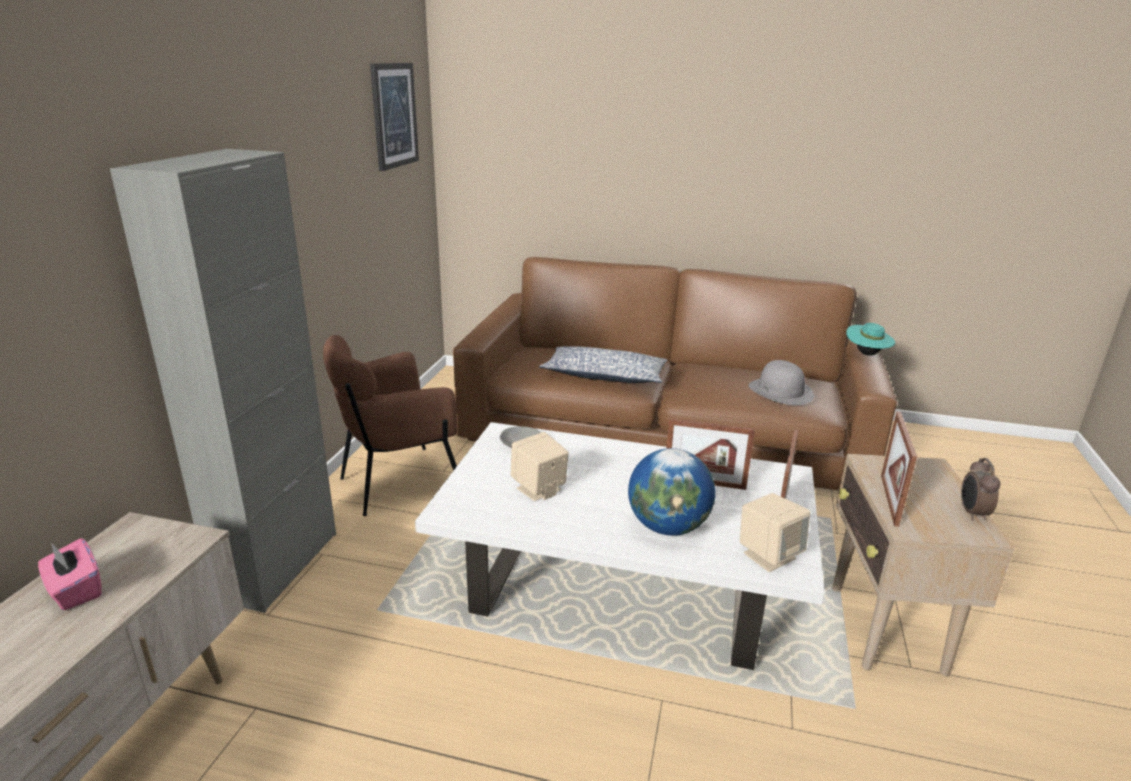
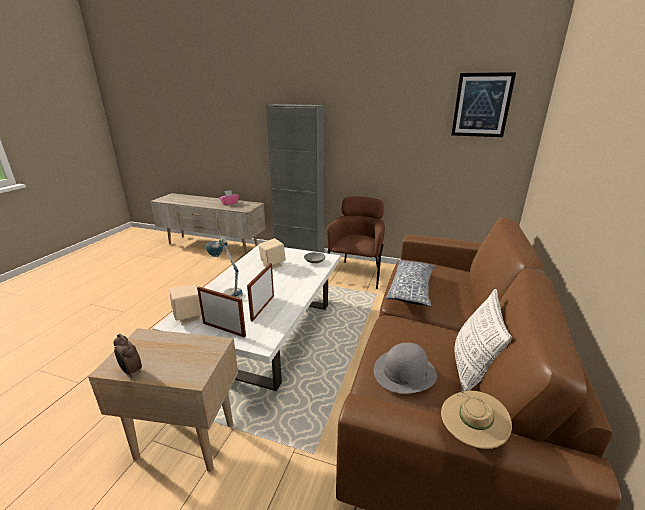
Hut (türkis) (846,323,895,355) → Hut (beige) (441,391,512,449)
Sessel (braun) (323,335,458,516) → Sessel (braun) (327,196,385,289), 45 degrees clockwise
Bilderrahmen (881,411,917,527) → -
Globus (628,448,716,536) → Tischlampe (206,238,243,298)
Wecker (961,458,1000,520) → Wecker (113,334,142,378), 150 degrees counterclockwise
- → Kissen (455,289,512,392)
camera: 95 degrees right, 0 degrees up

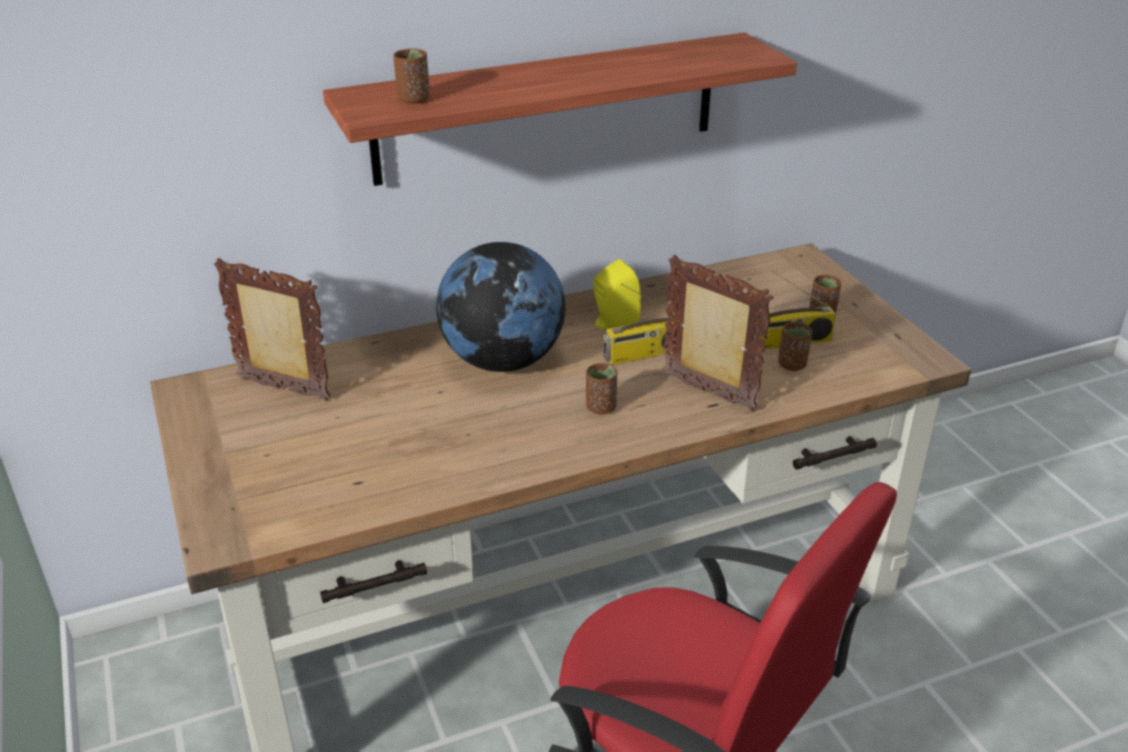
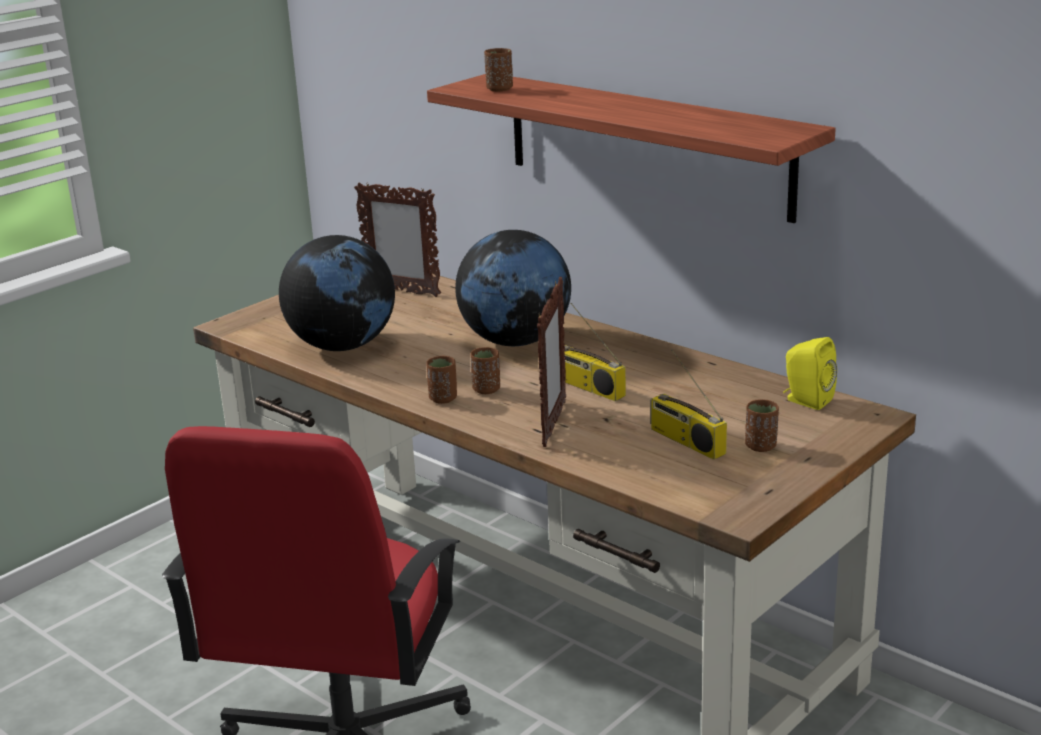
Bilderrahmen (214,258,331,401) → Bilderrahmen (354,182,441,297), 120 degrees clockwise
Lautsprecher (gelb) (593,259,641,330) → Lautsprecher (gelb) (783,337,837,410), shifted
Tasse (braun) (778,322,812,371) → Tasse (braun) (426,356,457,404), shifted
- → Globus (279,235,395,351)
camera: 65 degrees right, 10 degrees down

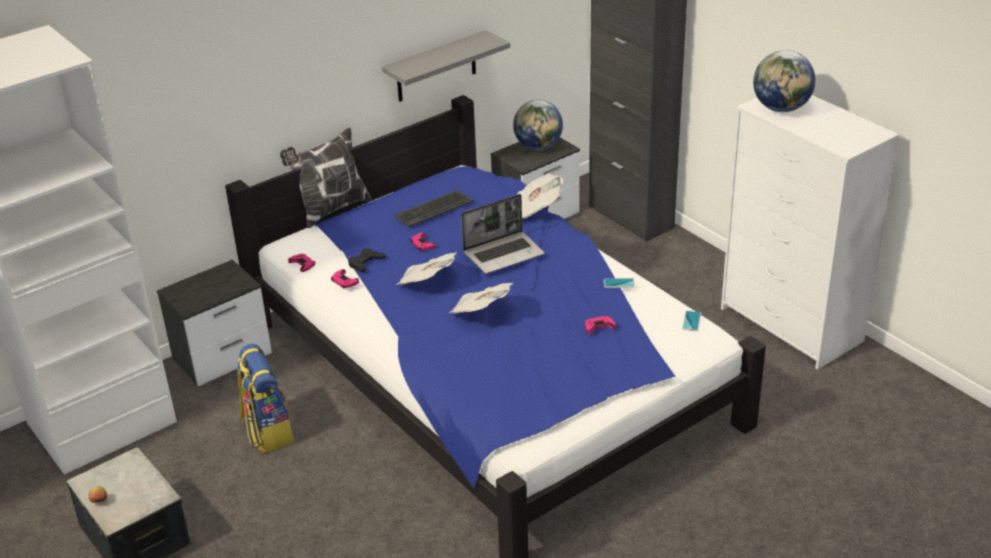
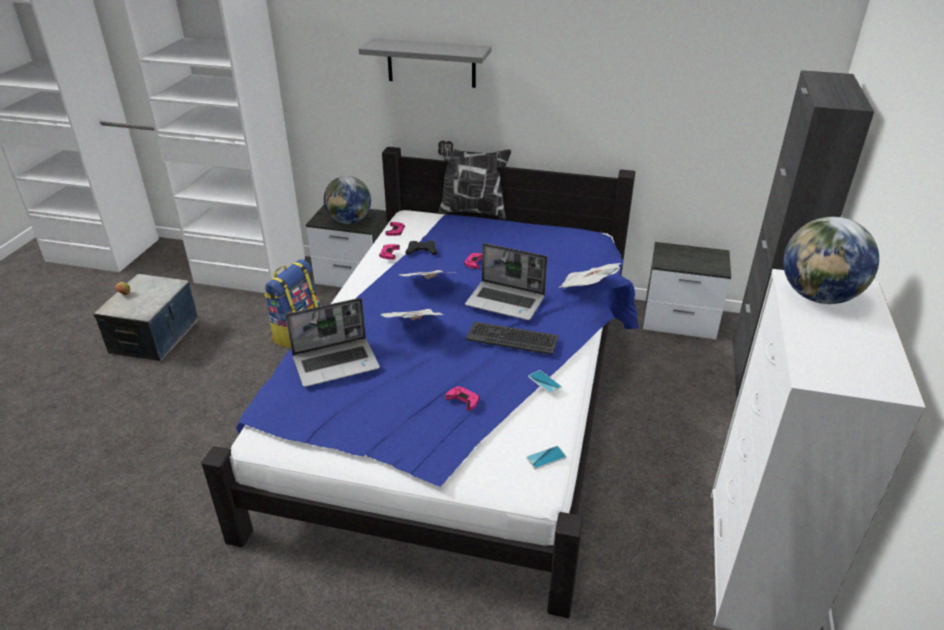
Wandregal (grau) (382,30,510,102) → Wandregal (grau) (358,38,491,88), shifted
Globus (513,100,563,150) → Globus (324,176,371,224), shifted
Tastatur (394,190,474,227) → Tastatur (465,321,559,355), shifted
- → Laptop (286,298,380,387)
camera: 50 degrees right, 0 degrees up

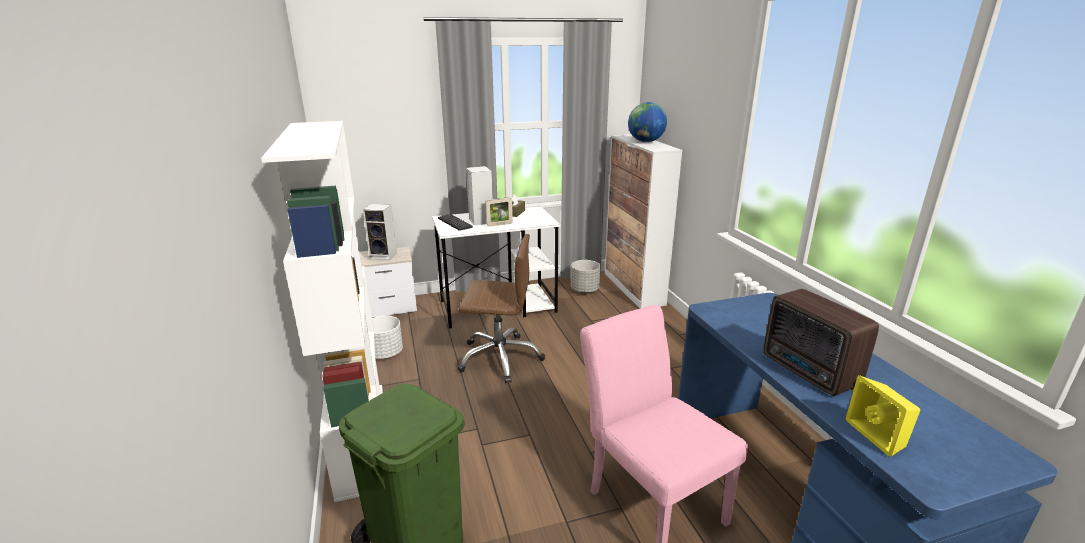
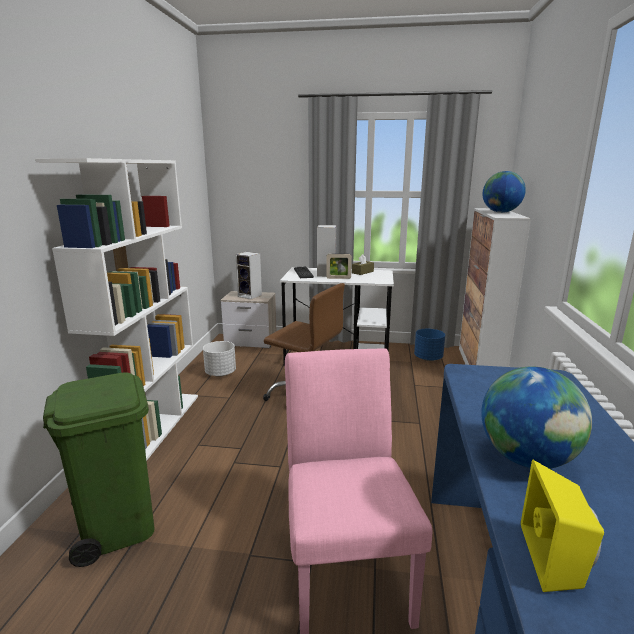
Pflanzkübel (grau) (571,260,600,293) → Pflanzkübel (blau) (414,329,445,361)
Radio (763,289,879,396) → Globus (481,366,592,469)
camera: 25 degrees right, 5 degrees down

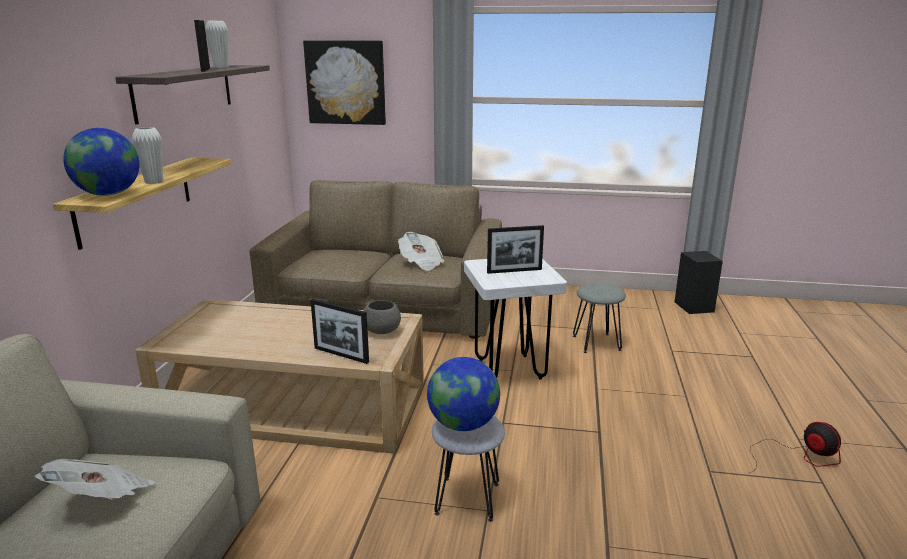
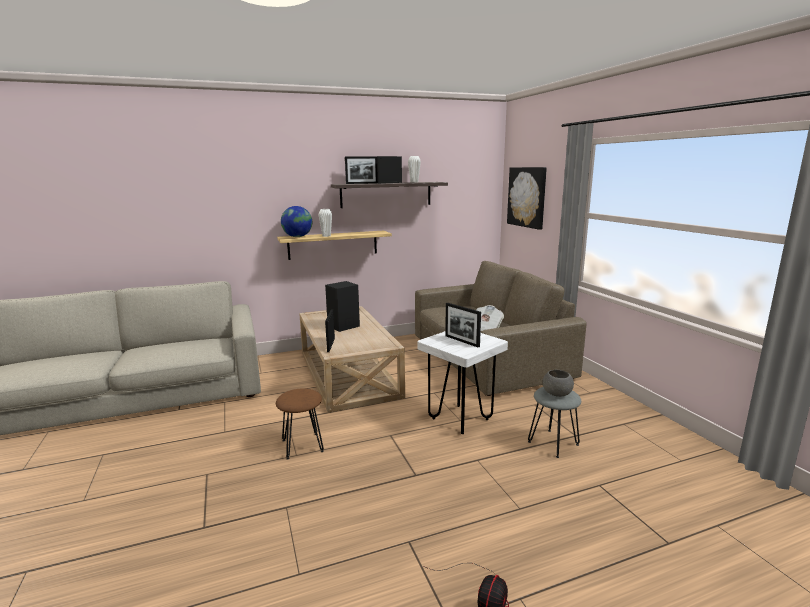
Lautsprecher (schwarz) (674,251,723,314) → Lautsprecher (schwarz) (325,281,360,332), shifted
Schüssel (grau) (363,300,401,334) → Schüssel (grau) (542,370,574,397), shifted
Globus (427,357,500,431) → -
Hocker (grau) (432,416,505,522) → Hocker (braun) (276,388,324,460)
Zeitung (35,459,155,499) → -
- → Bilderrahmen (345,156,378,184)
camera: 60 degrees right, 5 degrees down

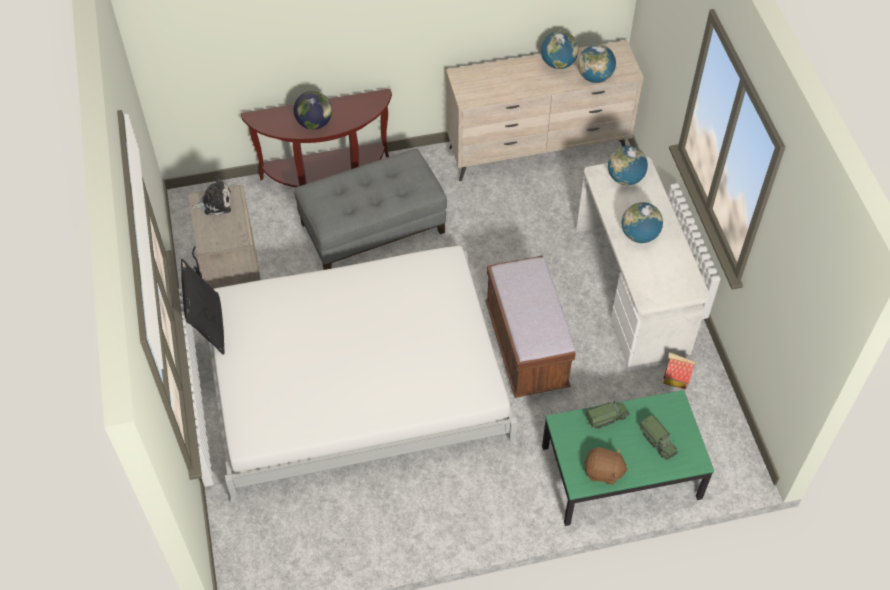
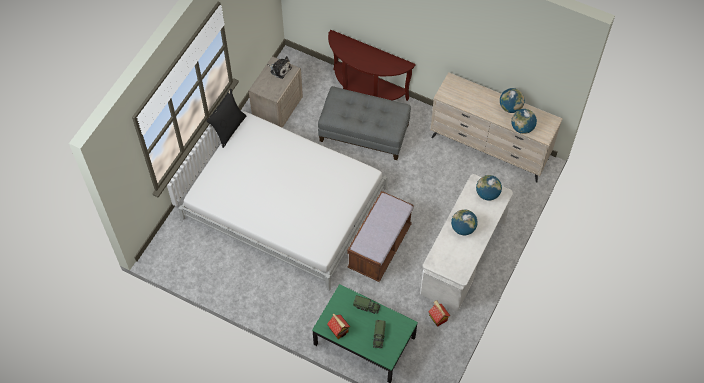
Globus (294,91,332,130) → -
Plüschtier (braun) (584,447,628,485) → Spielzeughaus (327,313,350,339)
camera: 40 degrees right, 5 degrees up

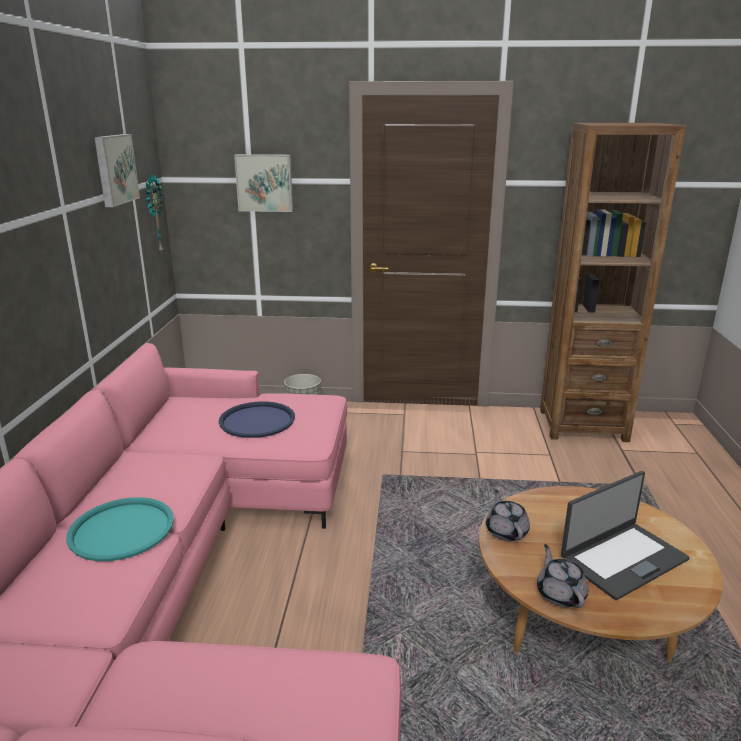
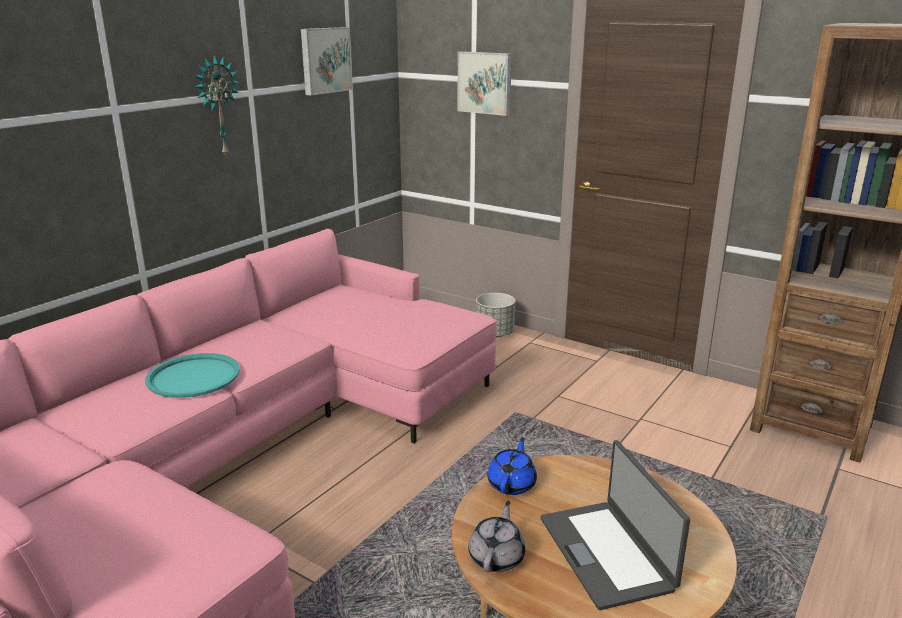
Wanduhr (145,173,164,254) → Wanduhr (194,55,239,156), shifted
Tablett (blau) (219,402,295,438) → -
Laptop (561,471,690,600) → Laptop (541,440,690,610), 75 degrees clockwise
Teekanne (grau) (486,490,530,541) → Teekanne (blau) (487,437,537,495)
camera: 30 degrees right, 0 degrees up

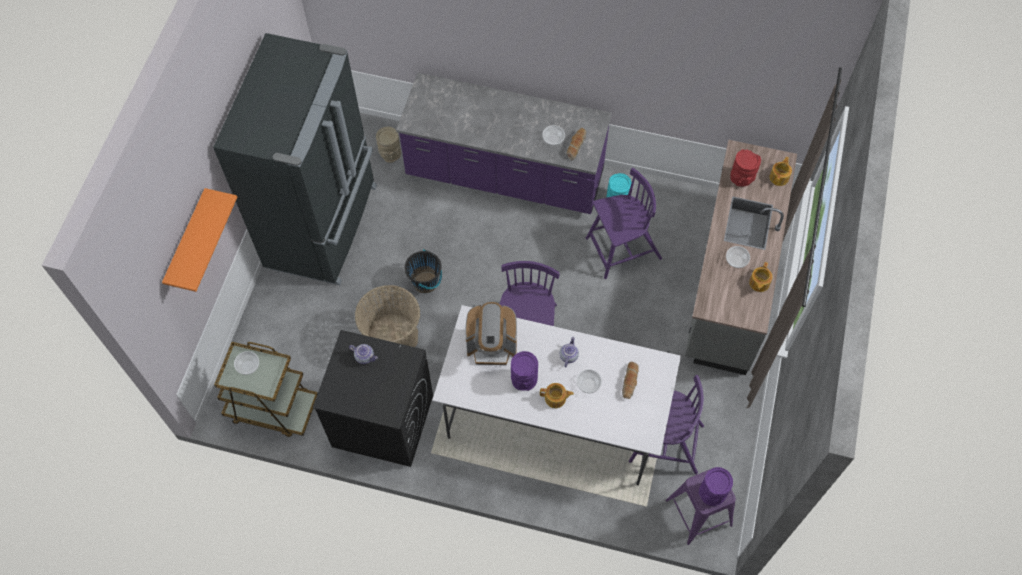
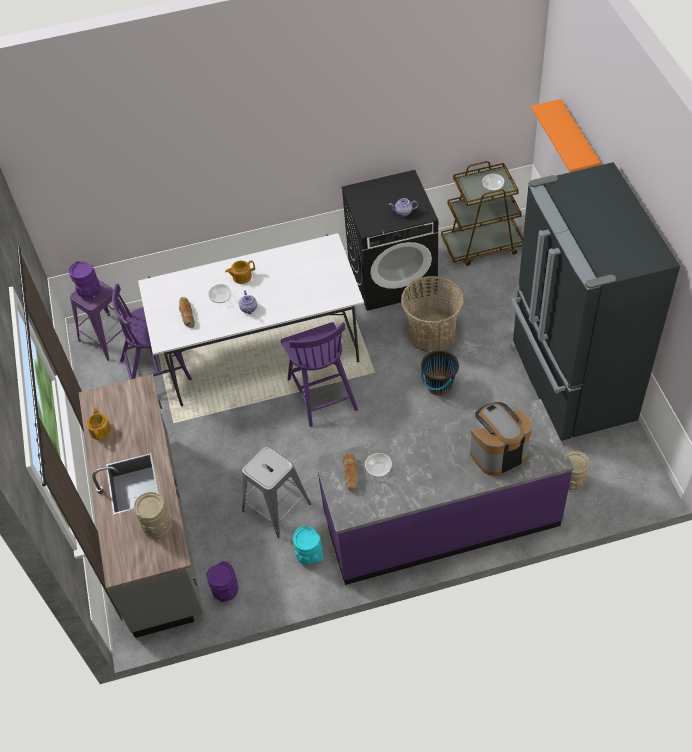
Vase (rot) (730,149,761,187) → Vase (beige) (134,492,172,539)
Teekanne (769,157,792,186) → -
Stuhl (lila) (586,168,662,279) → Hocker (grau) (242,446,311,538)
Schüssel (726,246,750,268) → -
Kaffeemaschine (465,302,517,365) → Kaffeemaschine (470,402,532,476), shifted
Vase (lila) (511,351,538,391) → Vase (lila) (206,561,238,602), shifted
camera: 155 degrees right, 10 degrees down

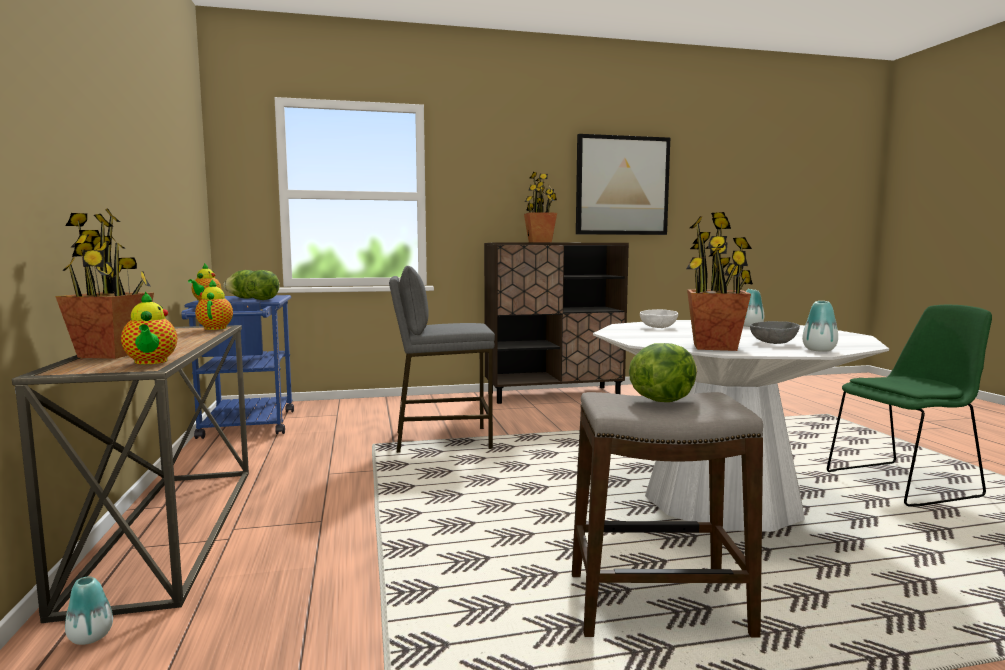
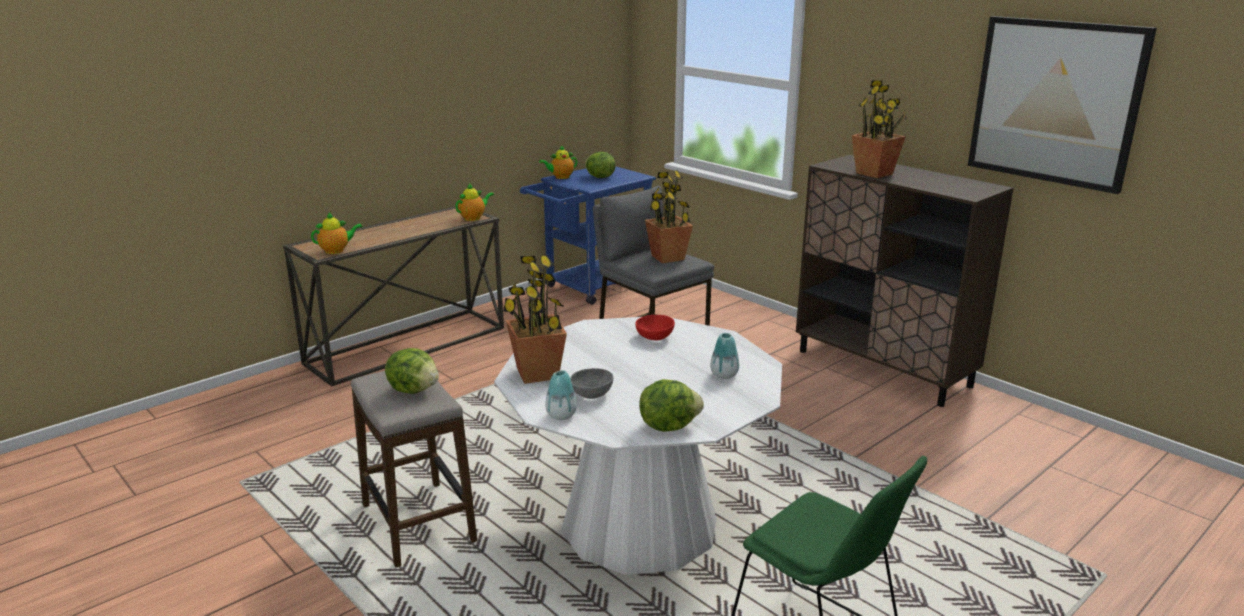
Topfpflanze (55,209,154,359) → Topfpflanze (645,170,693,263), shifted
Salatkopf (243,270,280,300) → Salatkopf (639,379,704,432), shifted
Teekanne (121,291,177,364) → Teekanne (311,213,363,254), 150 degrees counterclockwise
Schüssel (weiß) (640,309,678,328) → Schüssel (rot) (635,315,675,340)
Vase (65,577,113,645) → -
camera: 60 degrees right, 15 degrees up

